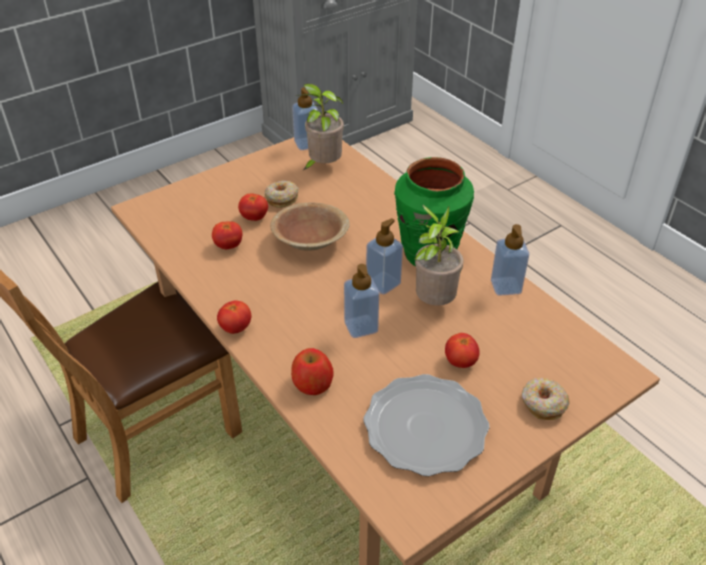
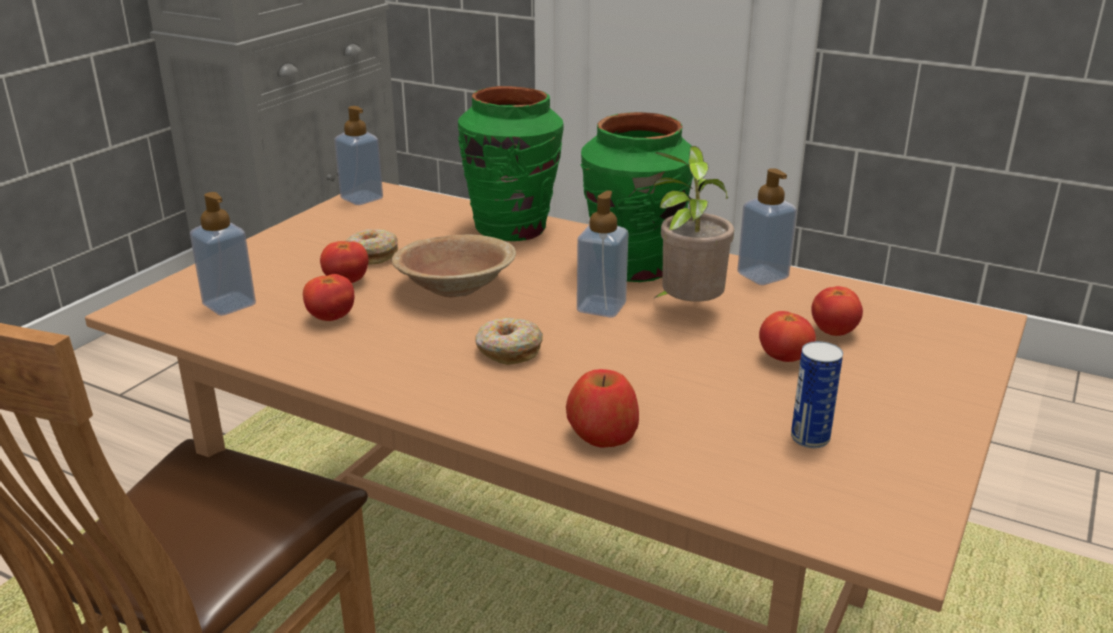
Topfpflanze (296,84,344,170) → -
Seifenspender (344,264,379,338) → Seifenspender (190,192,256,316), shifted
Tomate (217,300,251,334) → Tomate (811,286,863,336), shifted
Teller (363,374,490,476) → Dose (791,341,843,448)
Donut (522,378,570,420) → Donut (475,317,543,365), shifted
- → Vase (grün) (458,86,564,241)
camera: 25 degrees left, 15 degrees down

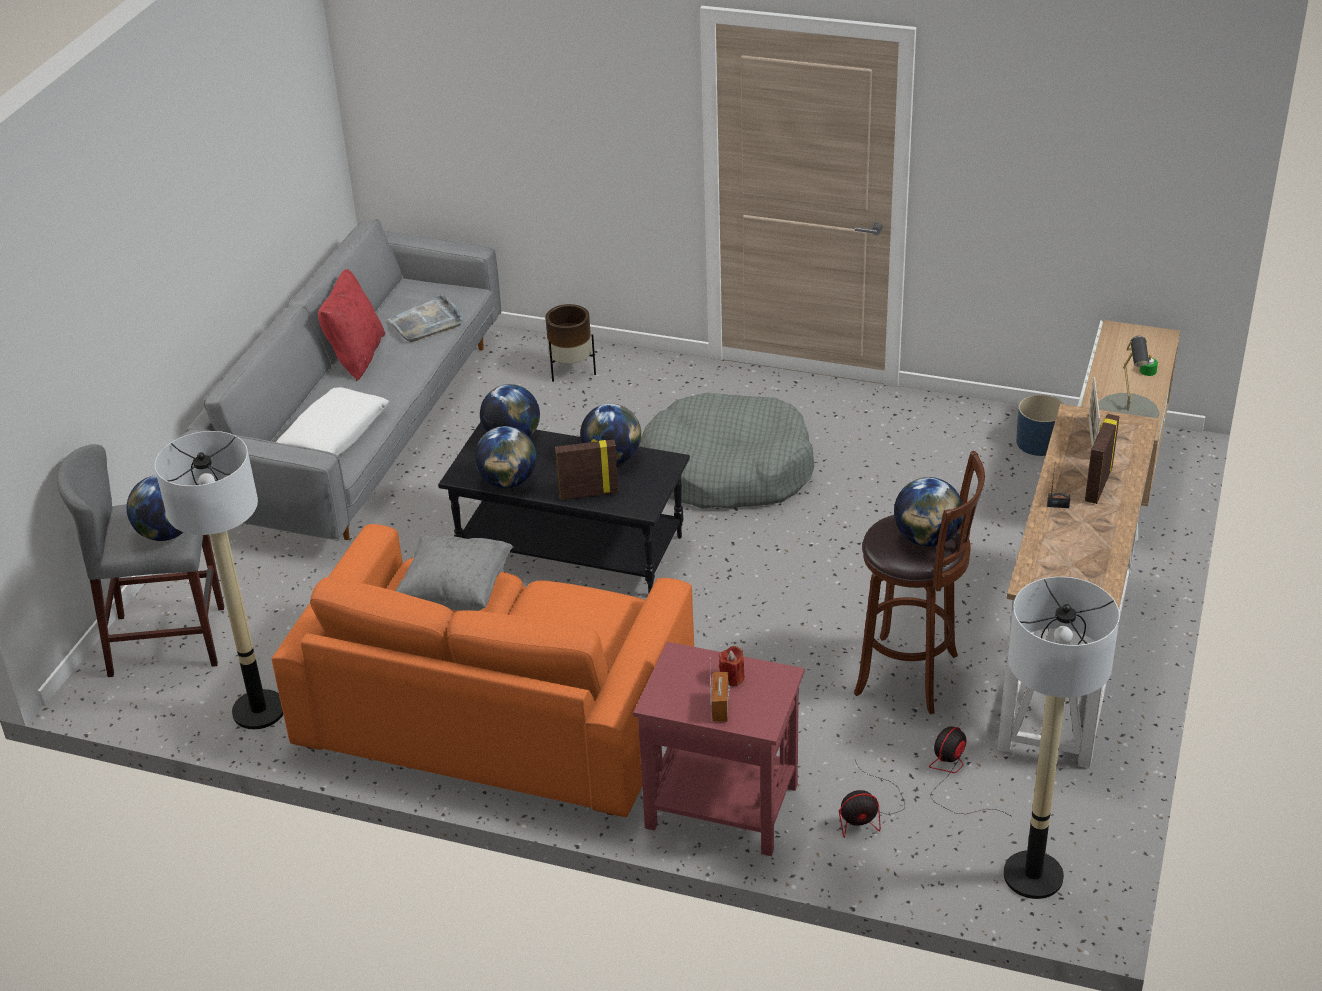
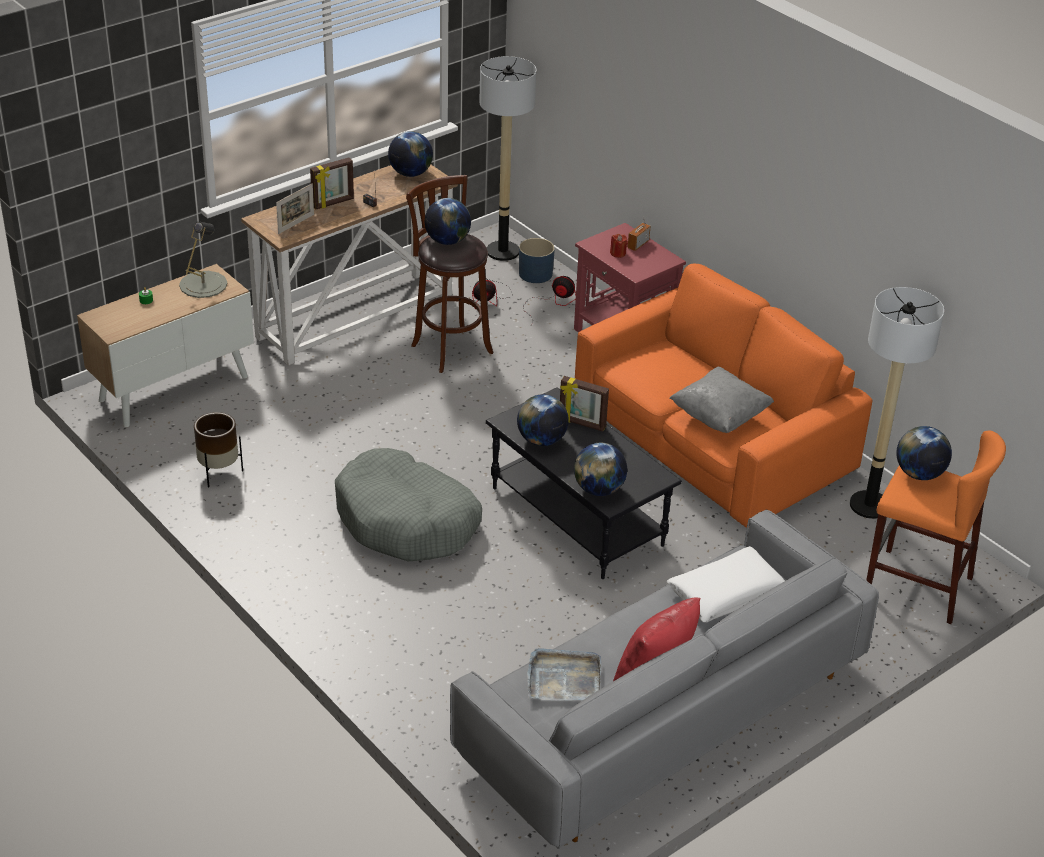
Pflanzkübel (braun) (545,304,596,382) → Pflanzkübel (braun) (194,412,243,487), shifted
Pflanzkübel (blau) (1016,395,1064,456) → Pflanzkübel (blau) (519,238,555,283), shifted
Globus (474,426,537,488) → Globus (388,131,433,177), shifted
Hocker (grau) (56,444,224,677) → Hocker (orange) (866,431,1006,624)
camera: 150 degrees left, 0 degrees up

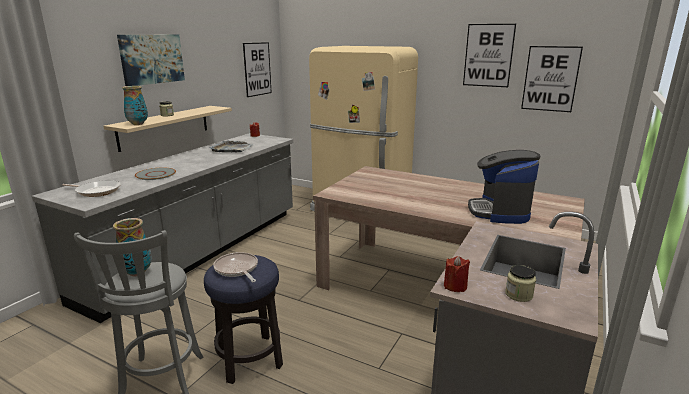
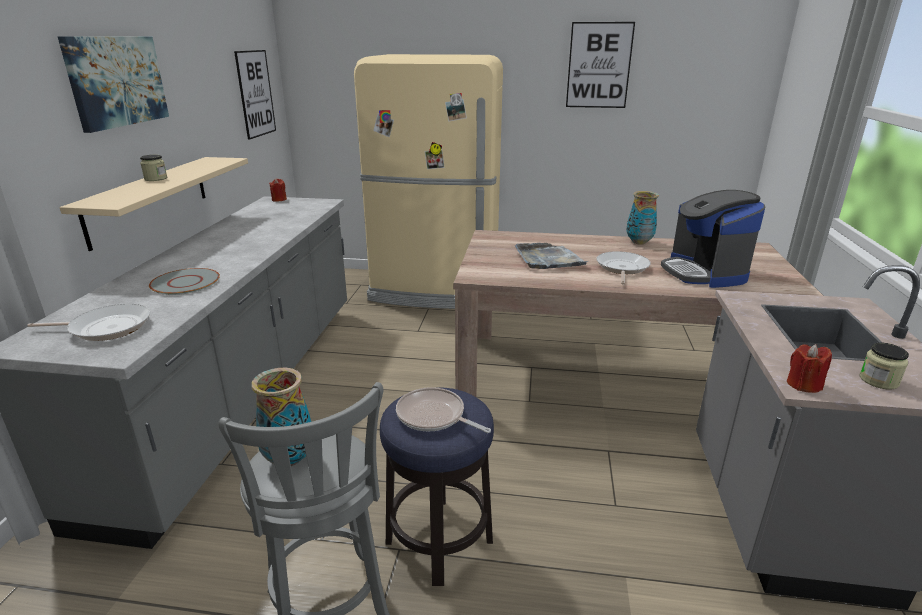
Bild (521,46,583,112) → -
Vase (122,86,148,125) → Vase (626,191,659,245), shifted
Tablett (grau) (210,141,253,152) → Tablett (grau) (515,242,589,269), shifted
- → Pfanne (596,251,651,284)
camera: 20 degrees left, 5 degrees up

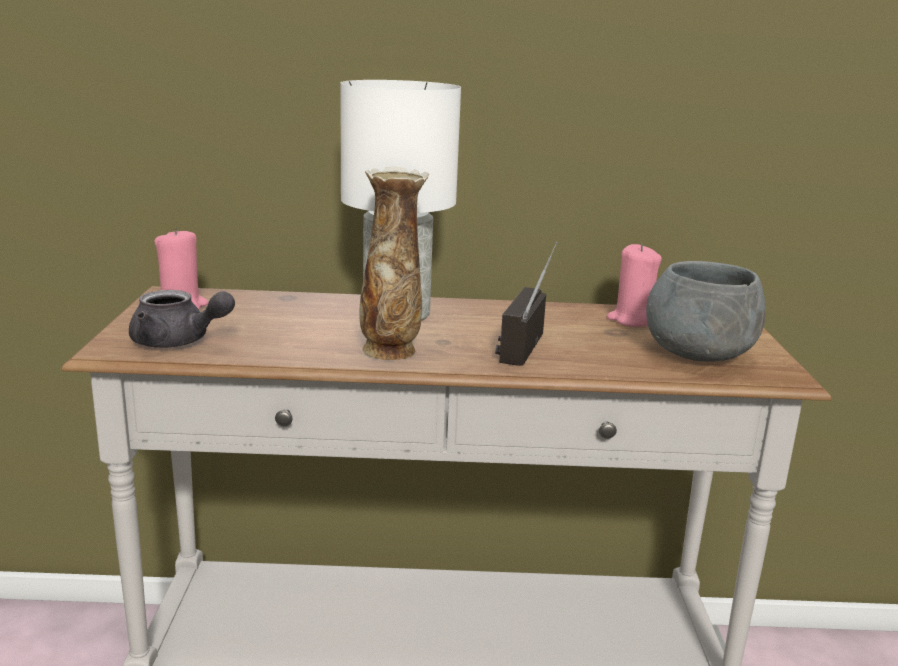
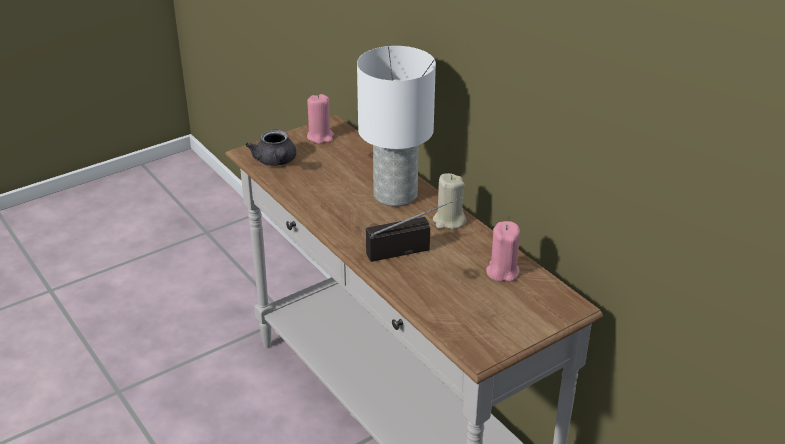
Vase (360,167,429,360) → -
Schüssel (grau) (646,261,766,362) → -
- → Kerze (beige) (433,173,466,229)
camera: 55 degrees right, 15 degrees up

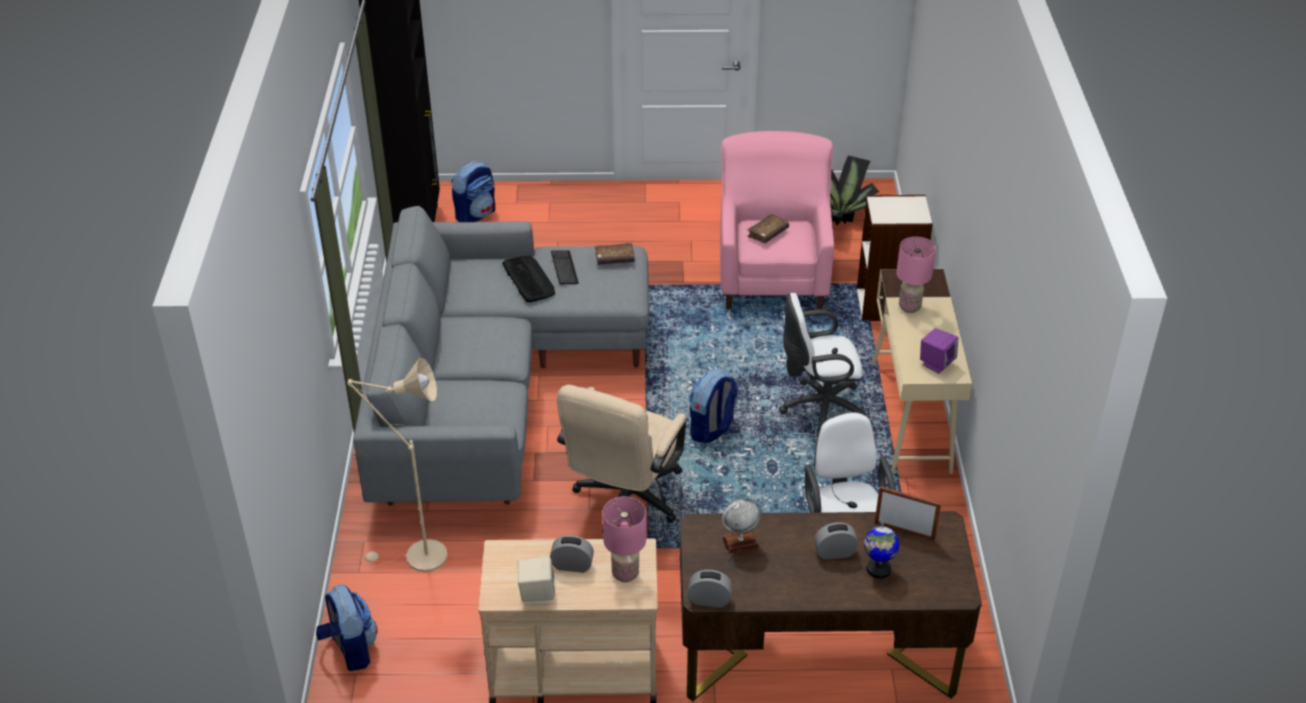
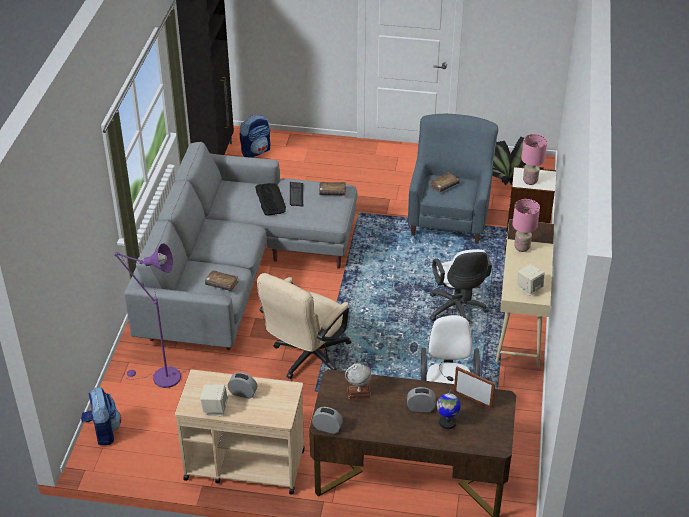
Sessel (rosa) (720,131,834,309) → Sessel (blau) (408,114,498,244)
Bürostuhl (weiß) (779,293,870,437) → Bürostuhl (weiß) (430,249,492,321), 105 degrees counterclockwise
Lautsprecher (lila) (920,328,958,374) → Lautsprecher (beige) (517,264,545,296)
Stehlampe (beige) (347,358,448,572) → Stehlampe (lila) (114,243,181,388)
Rucksack (689,368,738,443) → -
Tischlampe (rosa) (603,496,646,582) → Tischlampe (rosa) (521,134,547,185), shifted
- → Buch (braun) (205,270,239,291)
camera: 10 degrees right, 0 degrees up

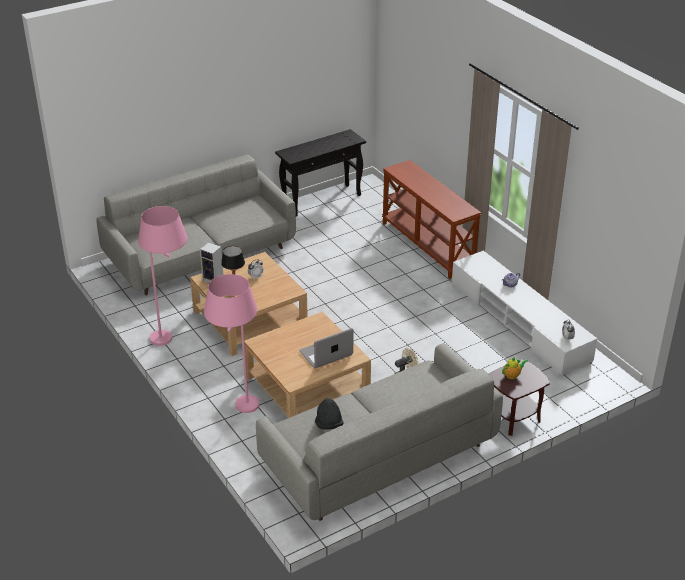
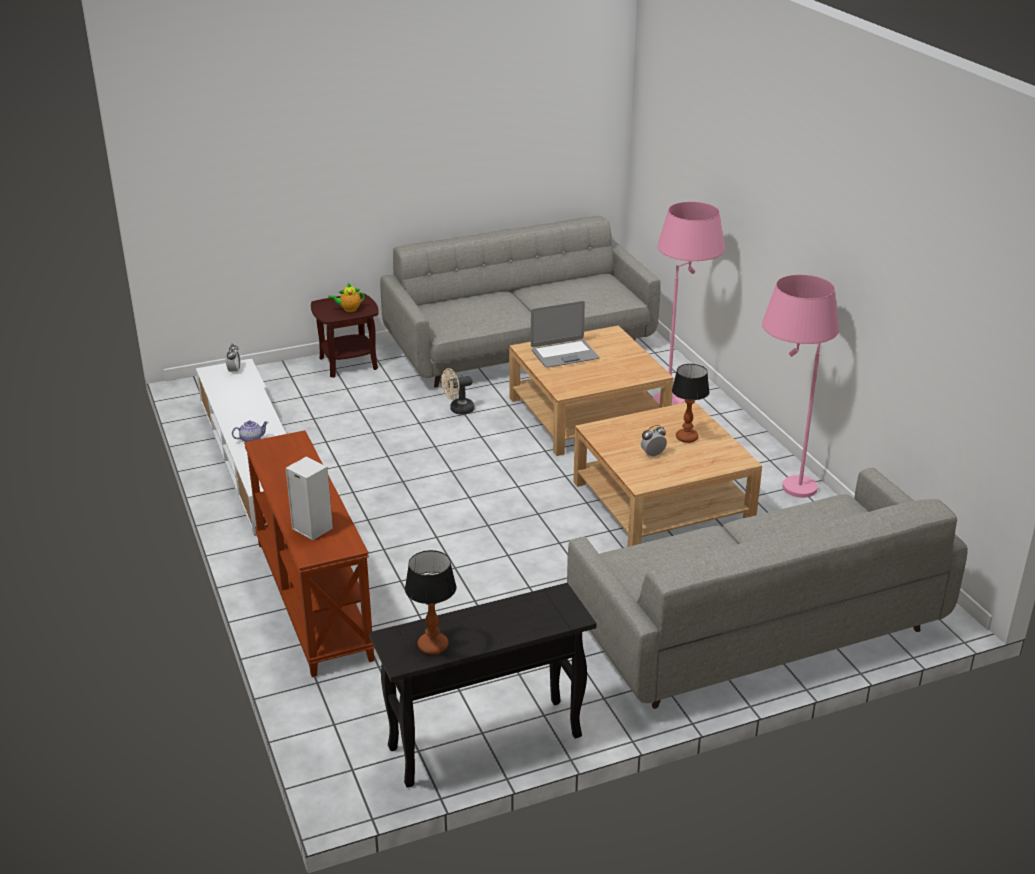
Lautsprecher (200,242,223,283) → Lautsprecher (286,456,333,541), shifted
Hut (schwarz) (315,398,344,430) → -
- → Tischlampe (405,550,457,655)
camera: 170 degrees left, 5 degrees down

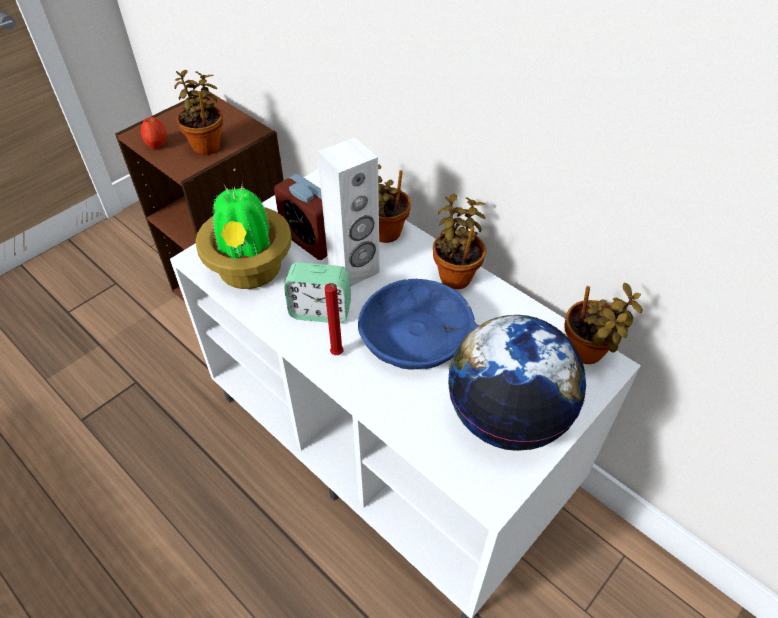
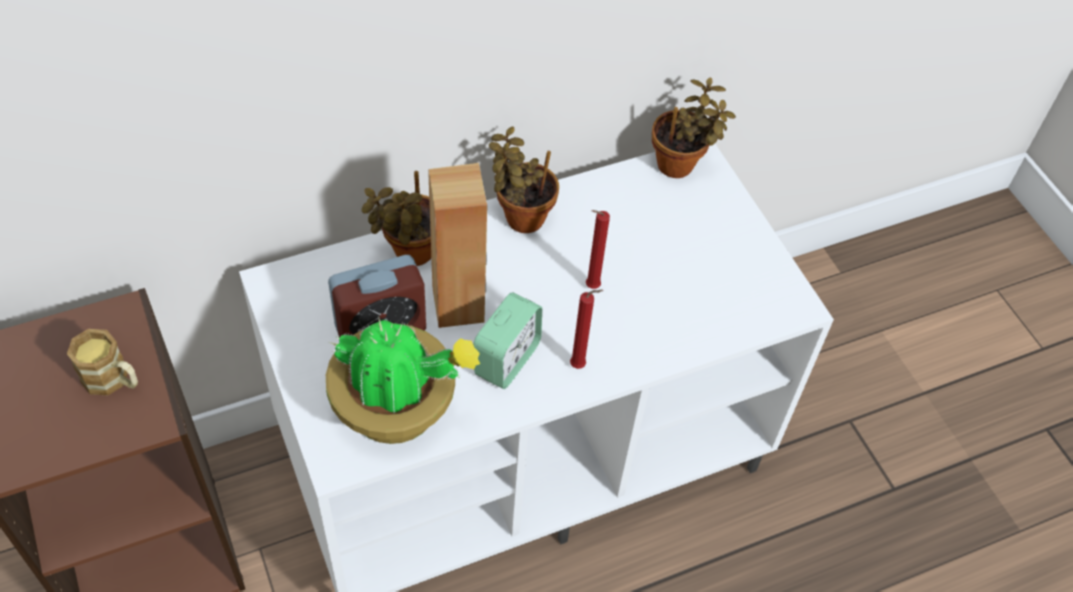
Topfpflanze (174,70,223,155) → Henkelbecher (67,329,138,395)
Apfel (141,117,167,148) → -
Lautsprecher (weiß) (317,137,380,287) → Lautsprecher (braun) (428,163,487,328)
Schüssel (blau) (358,279,479,370) → Kerze (rot) (586,210,610,289)
Globus (448,315,586,451) → -
camera: 70 degrees left, 5 degrees up

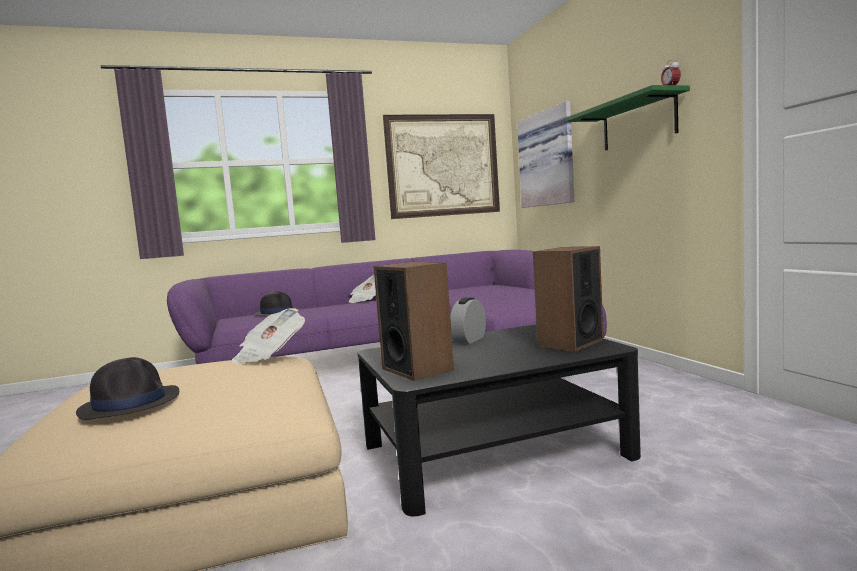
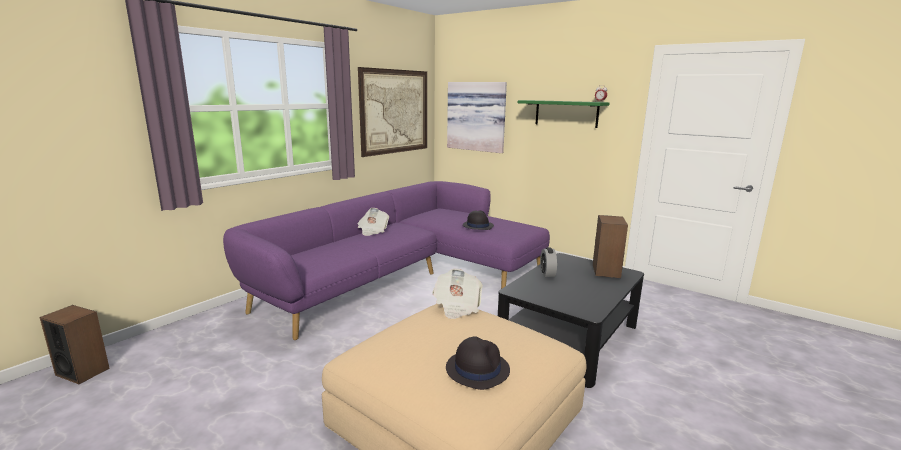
Lautsprecher (374,262,454,381) → Lautsprecher (39,305,110,384), shifted
Hut (schwarz) (254,291,299,317) → Hut (schwarz) (463,210,494,230), shifted
camera: 35 degrees left, 10 degrees up

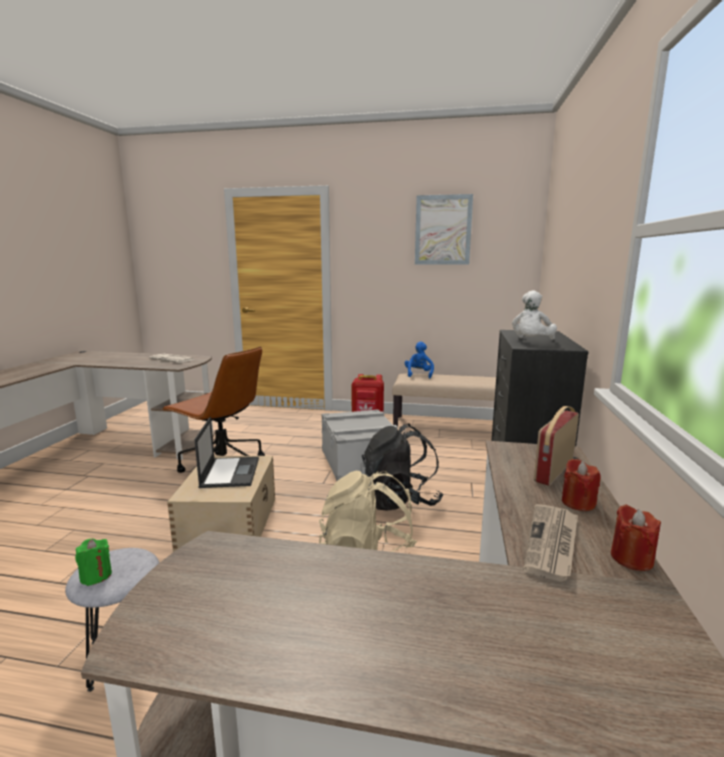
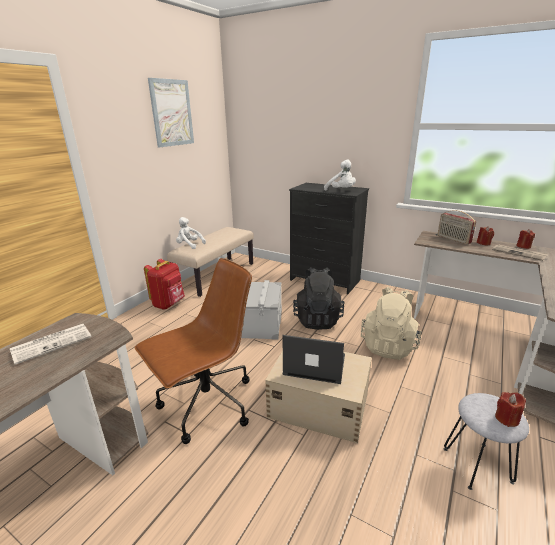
Plüschtier (blau) (405,341,434,378) → Plüschtier (weiß) (176,217,206,249)
Kerze (grün) (75,539,112,586) → Kerze (rot) (495,392,526,427)
camera: 70 degrees left, 10 degrees up

